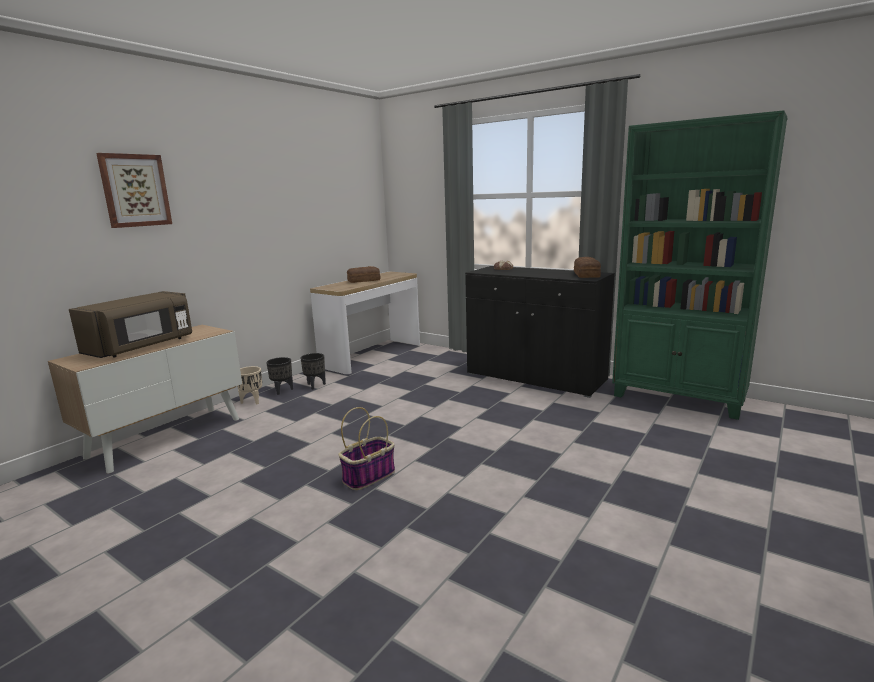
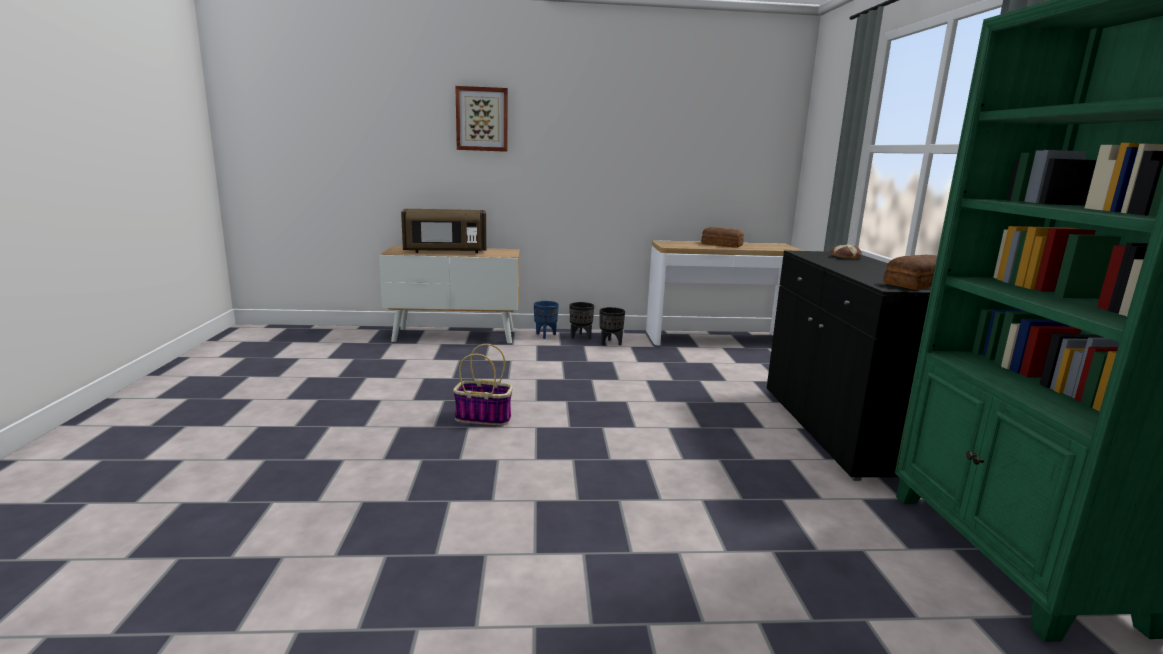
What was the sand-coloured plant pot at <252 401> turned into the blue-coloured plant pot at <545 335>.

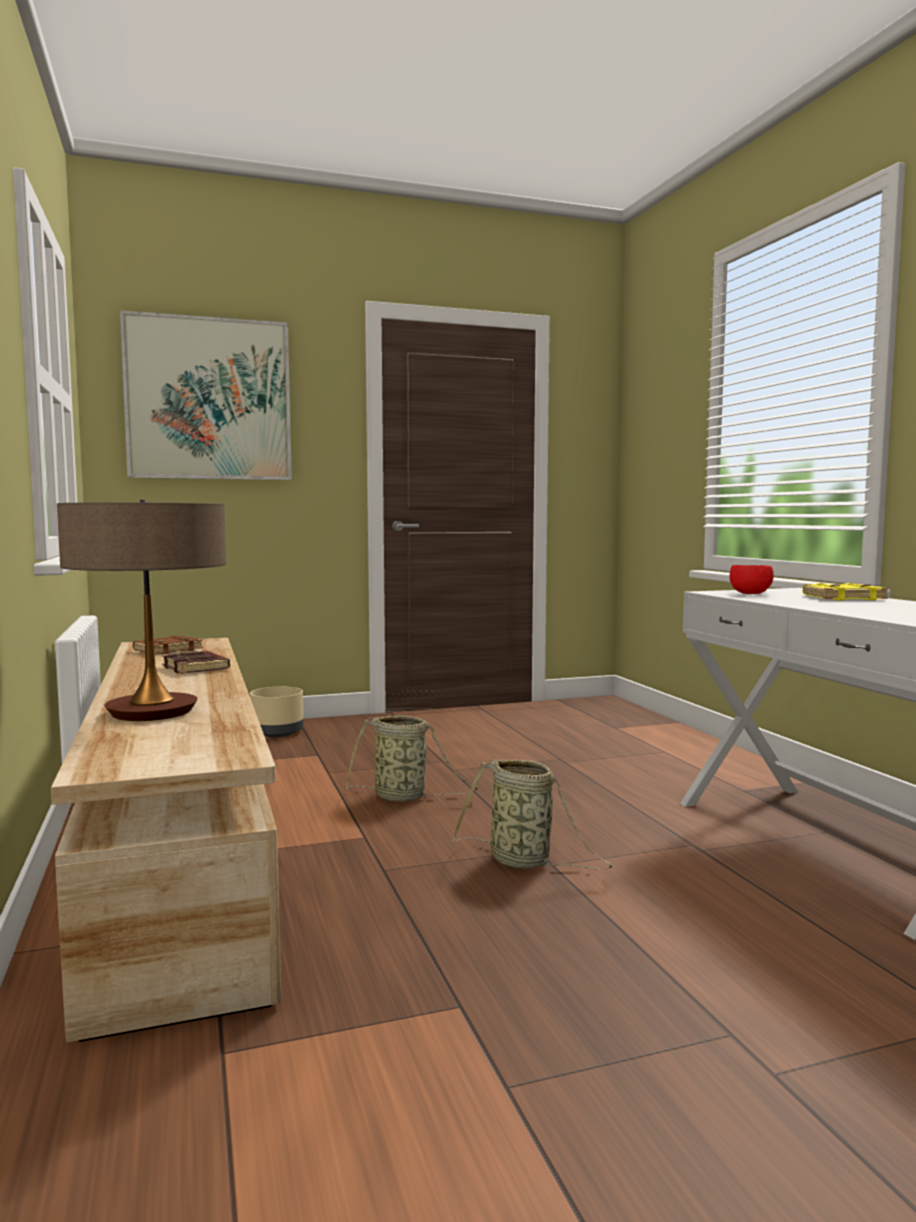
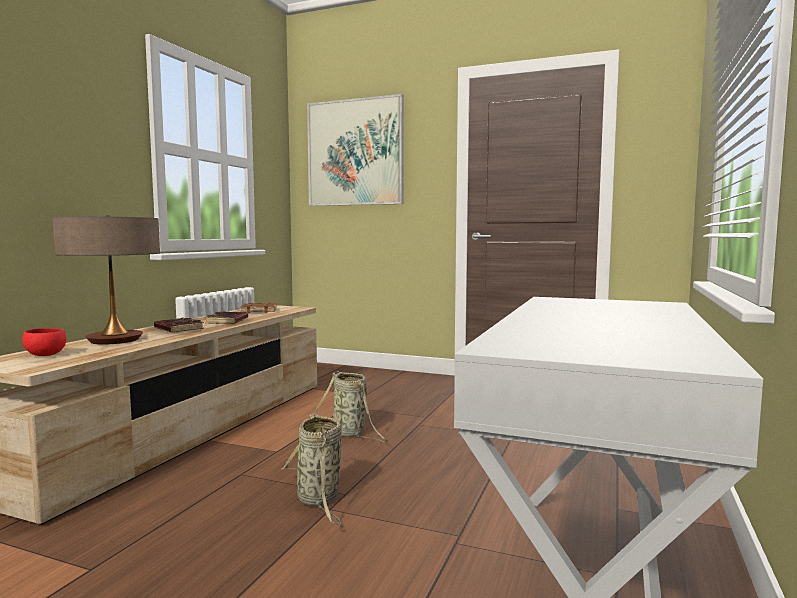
The red bowl ended up elsewhere, having gone from <750 593> to <47 355>.
The second view gained the brownish volume at <178 329>.
The second view lost the sand-coloured plant pot at <278 733>.
The second view lost the yellowish volume at <843 598>.

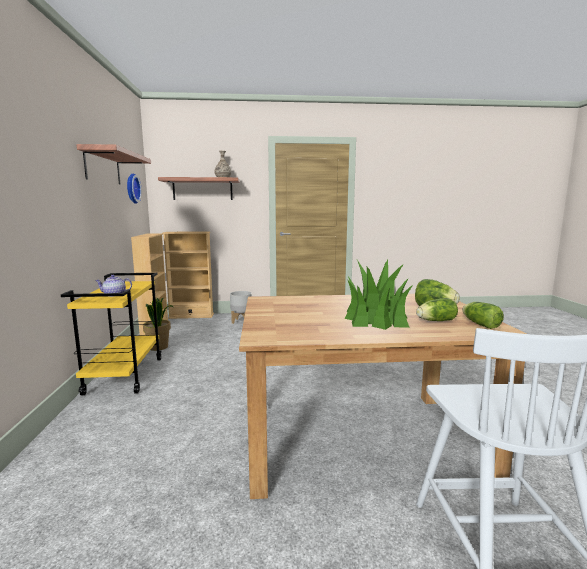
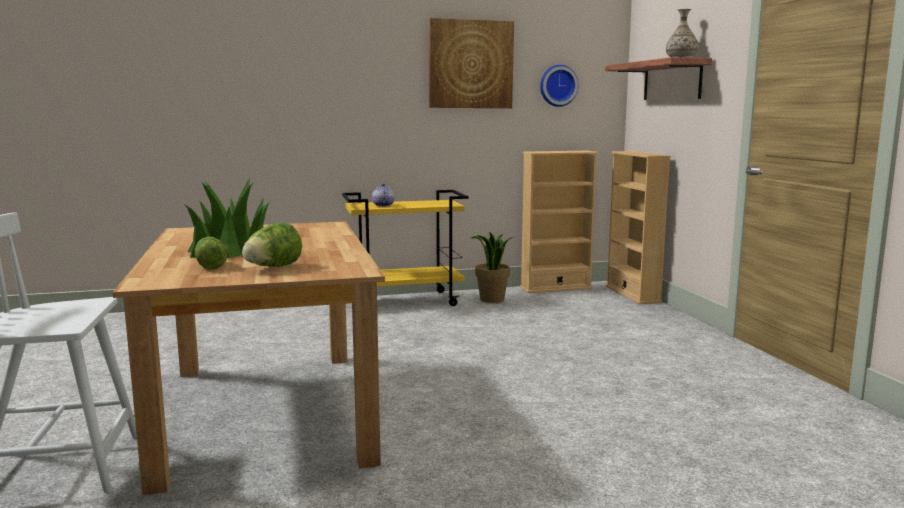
Where the shelf hung at <103 167>, the wall art came to hang at <470 64>.
The second view lost the greyish plant pot at <241 321>.
The second view lost the head of lettuce at <479 324>.

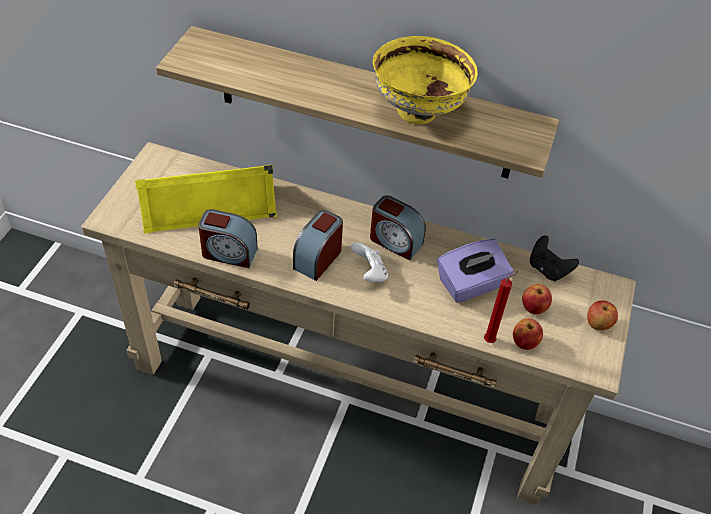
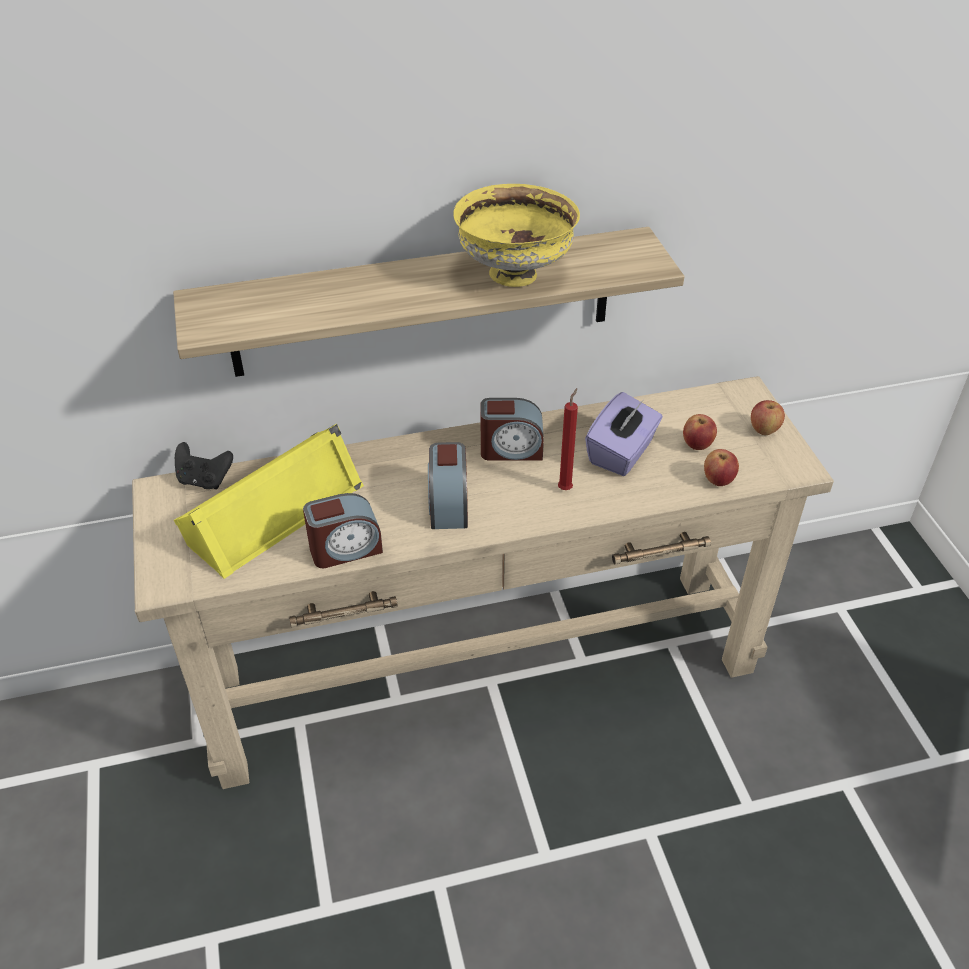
The black-coloured gamepad ended up elsewhere, having gone from <547 269> to <204 480>.
The red candle ended up elsewhere, having gone from <491 340> to <566 488>.
The second view lost the whitish gamepad at <369 273>.

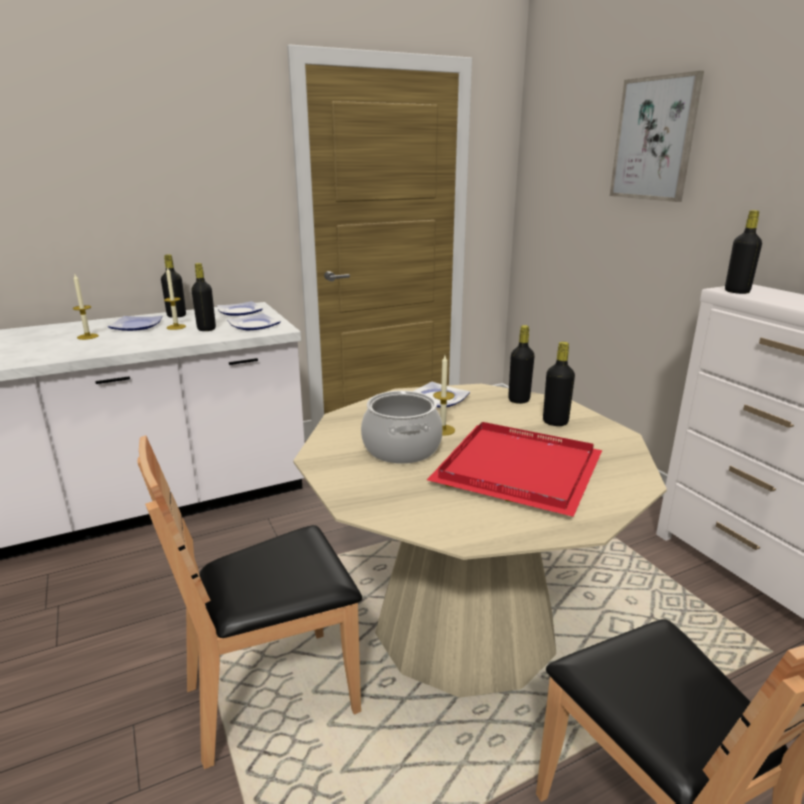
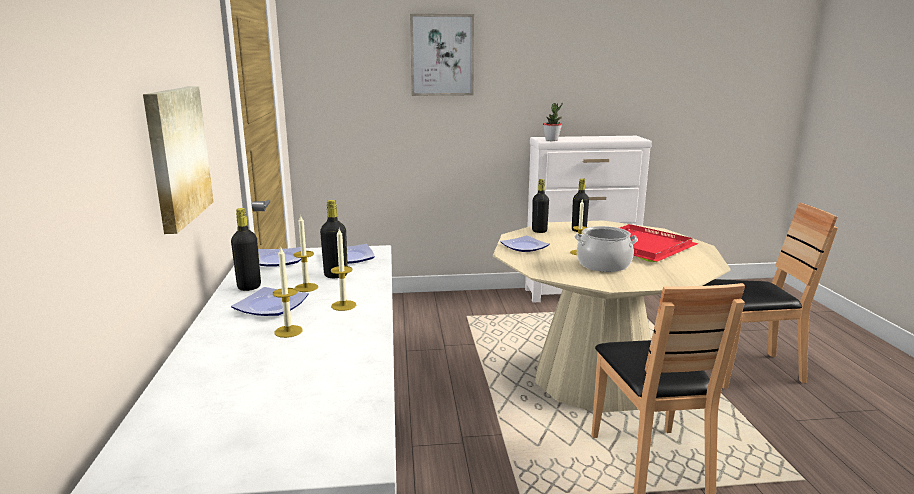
The second view gained the wall art at <176 155>.
The second view gained the candle at <343 305>.
Where the black-coloured beverage bottle stood at <737 291>, the plant in a pot came to stand at <551 140>.

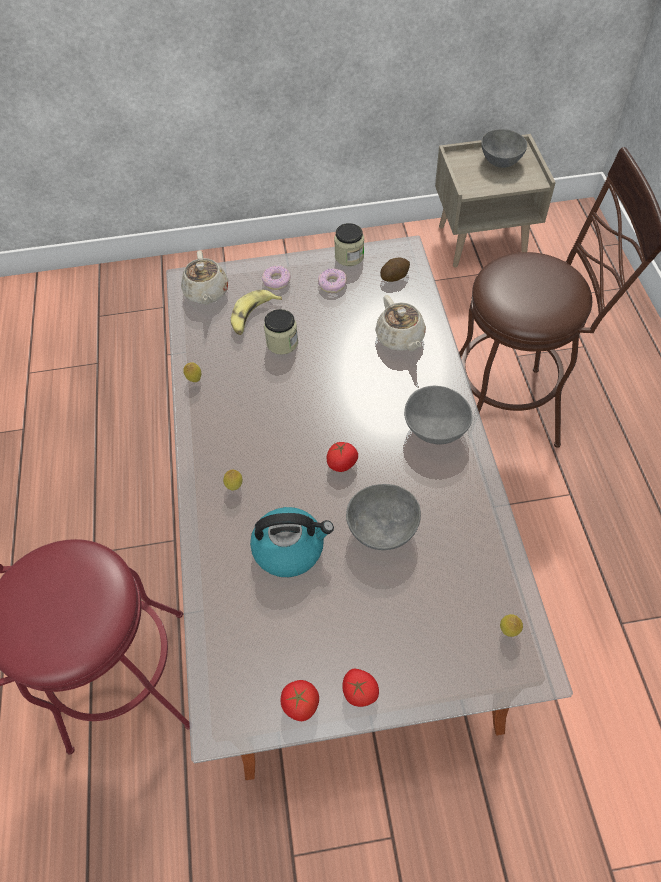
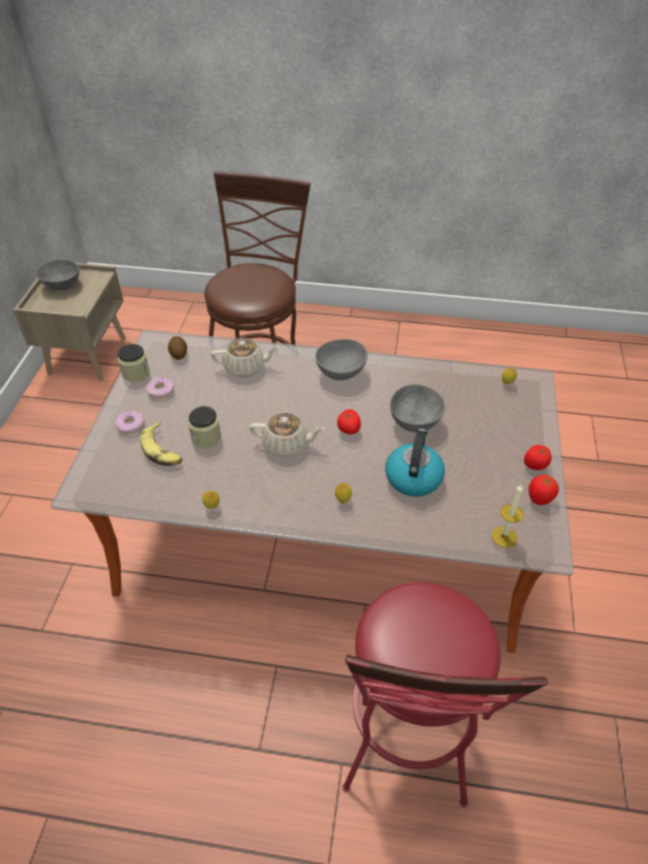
The sand-coloured pot for tea ended up elsewhere, having gone from <206 293> to <286 444>.
The second view gained the candle at <504 537>.

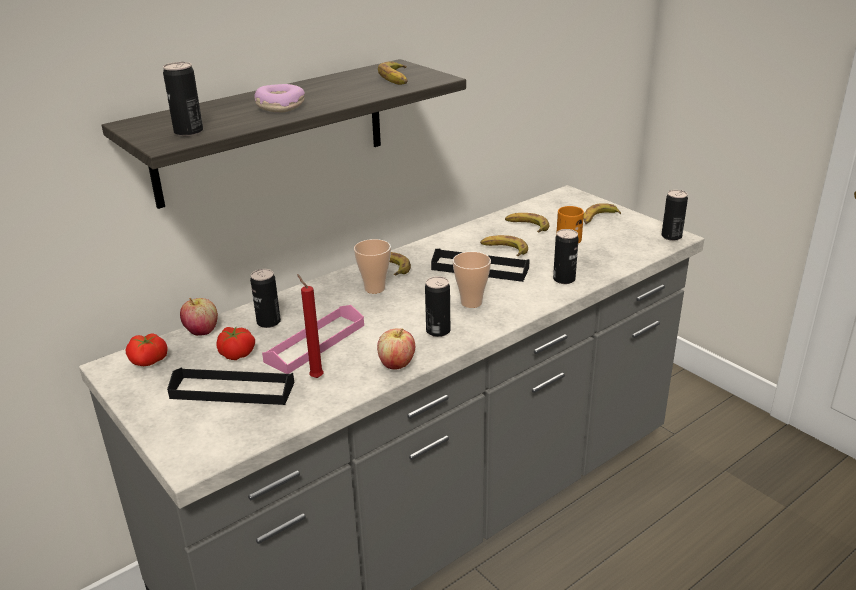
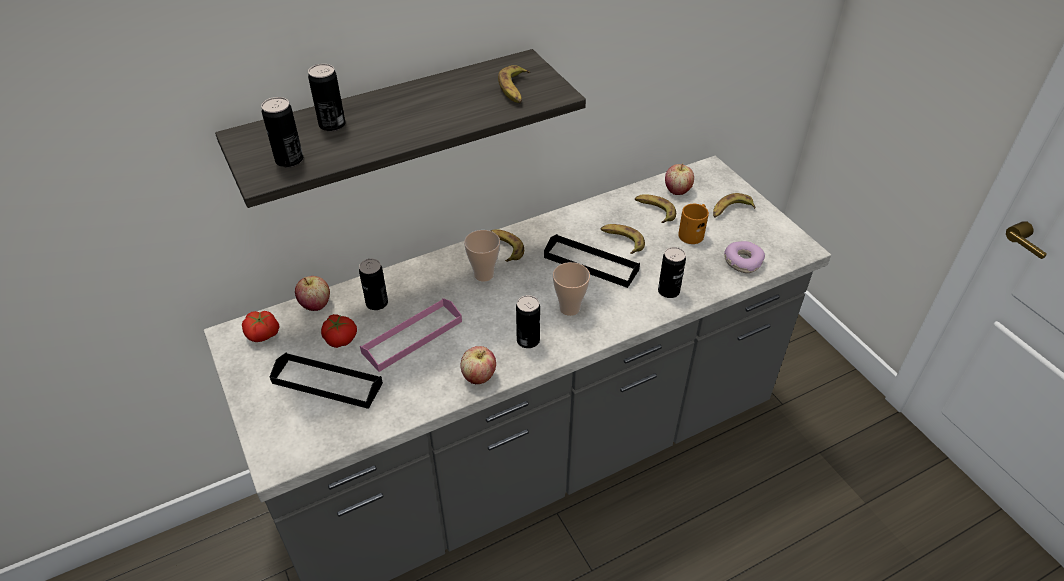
The sealed can ended up elsewhere, having gone from <671 236> to <332 125>.
The second view gained the apple fruit at <677 190>.
The donut ended up elsewhere, having gone from <280 106> to <742 261>.
The second view lost the red candle at <315 377>.

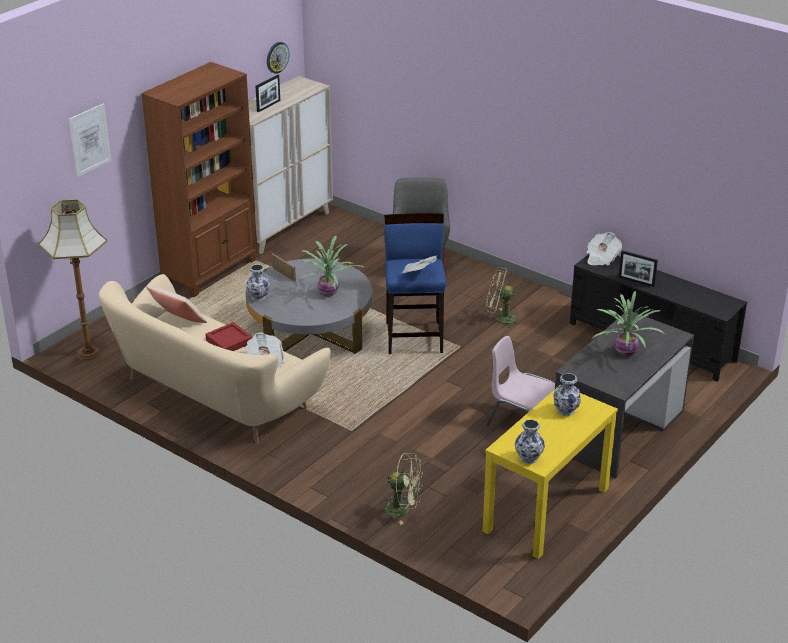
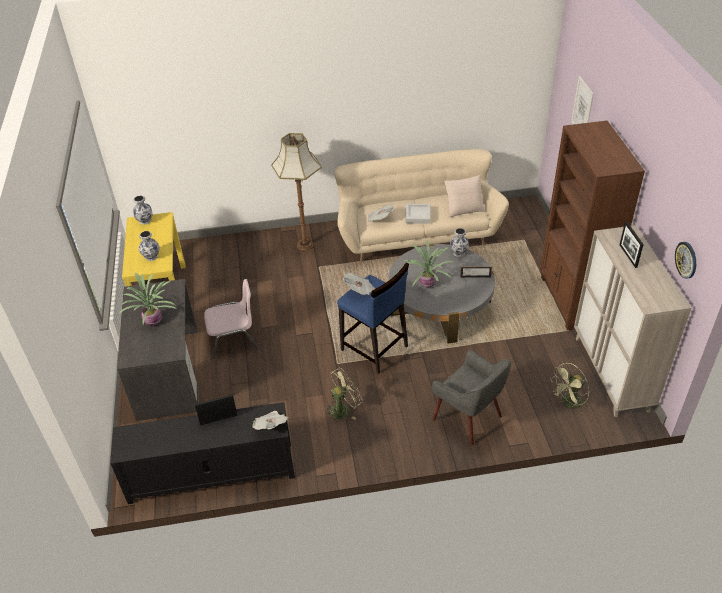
The standing lamp ended up elsewhere, having gone from <89 354> to <304 245>.
What was the red serving tray at <229 341> turned into the greyish serving tray at <417 216>.
The greenish cooling fan ended up elsewhere, having gone from <403 509> to <569 404>.

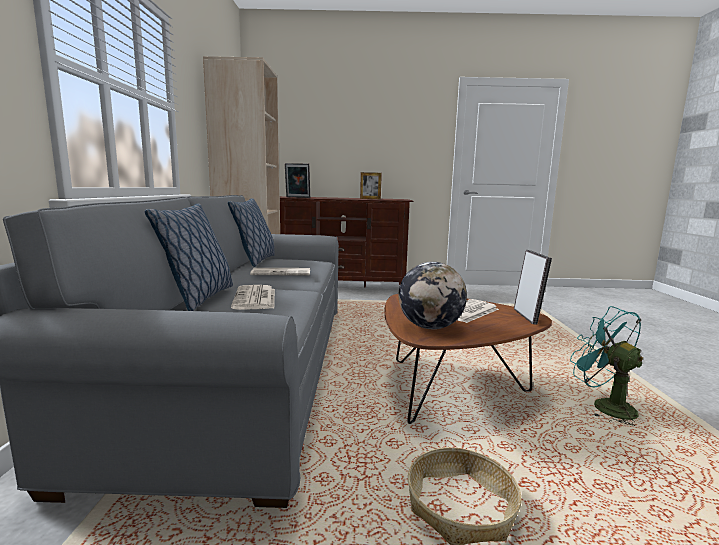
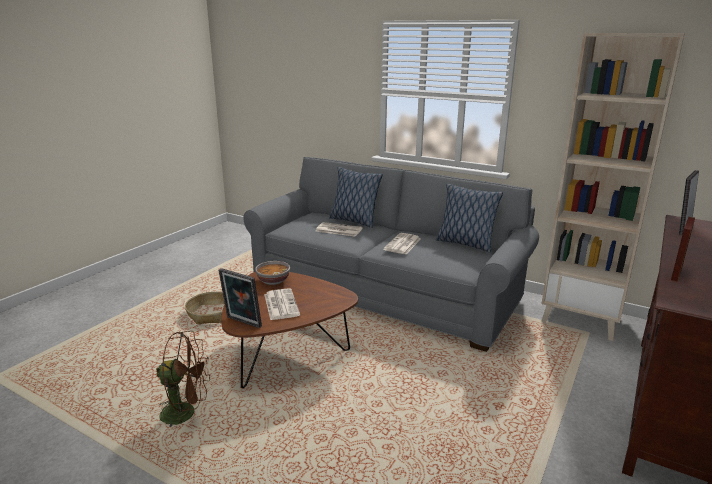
What was the turquoise-coloured cooling fan at <604 406> turned into the brownish cooling fan at <186 413>.
Where the globe stood at <430 327>, the bowl came to stand at <273 281>.

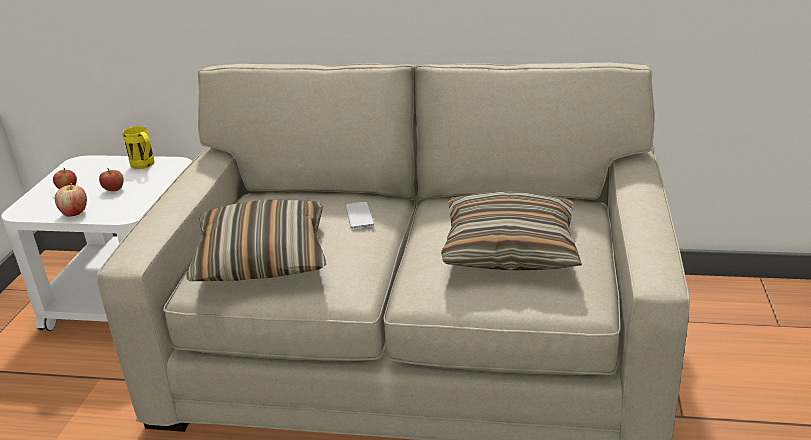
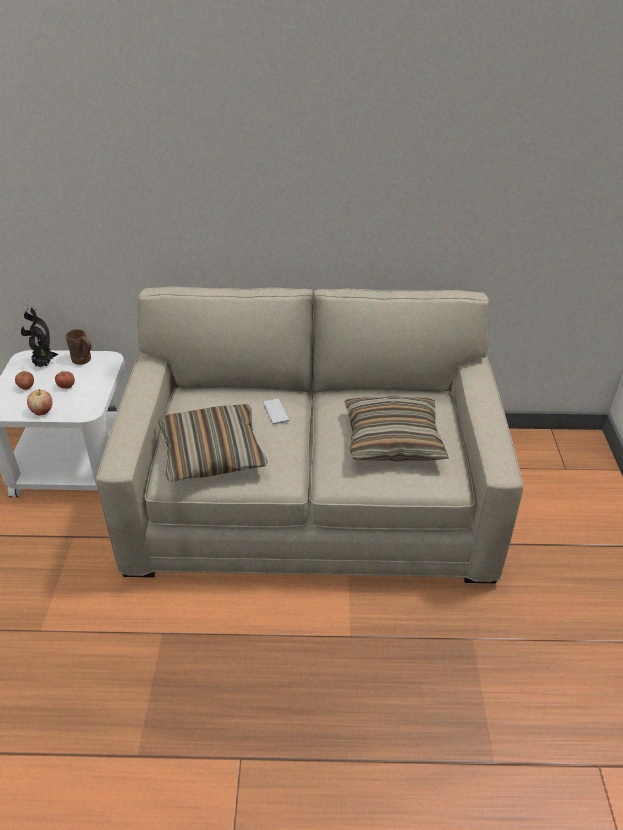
The second view gained the plant in a pot at <44 365>.
What was the yellowish mug at <145 166> turned into the brownish mug at <84 361>.

